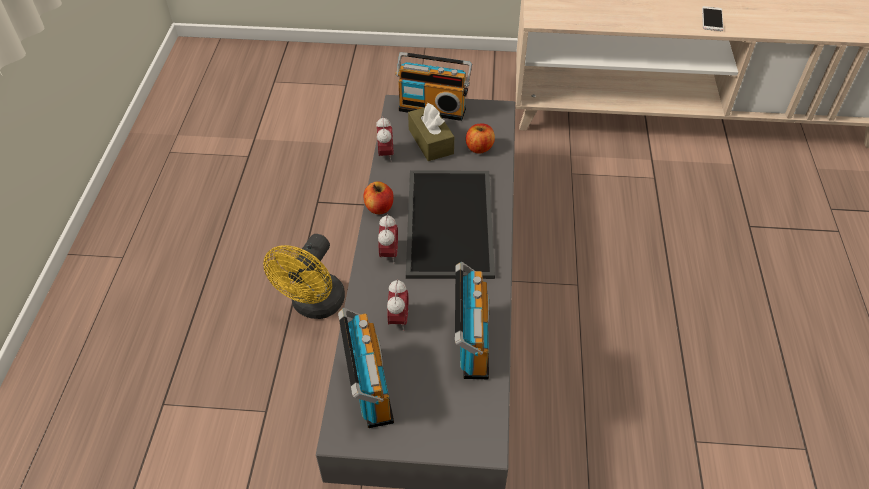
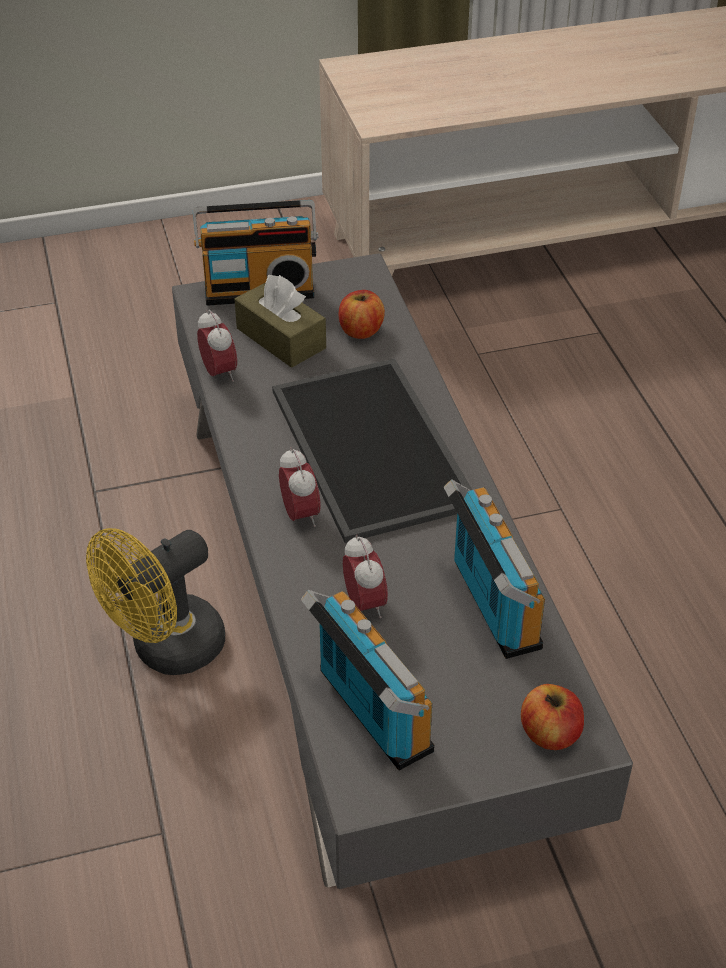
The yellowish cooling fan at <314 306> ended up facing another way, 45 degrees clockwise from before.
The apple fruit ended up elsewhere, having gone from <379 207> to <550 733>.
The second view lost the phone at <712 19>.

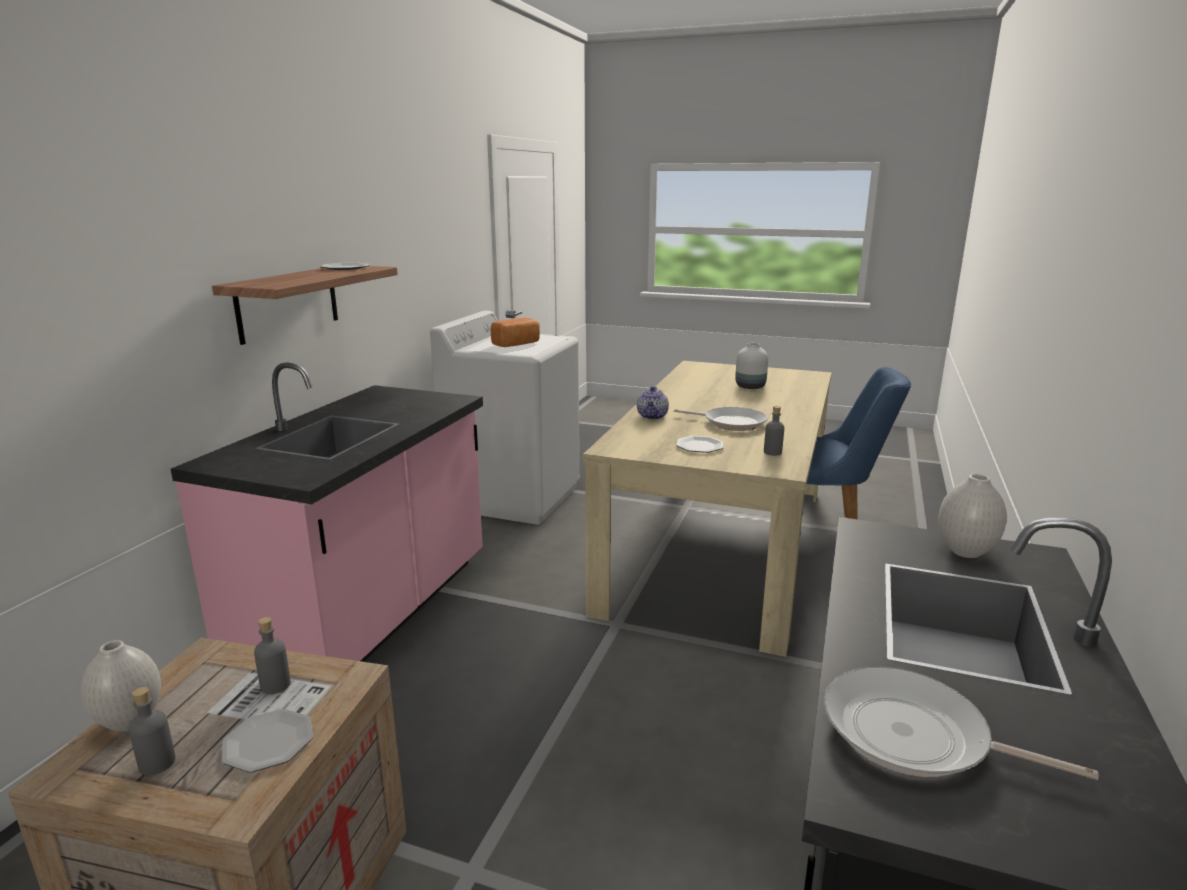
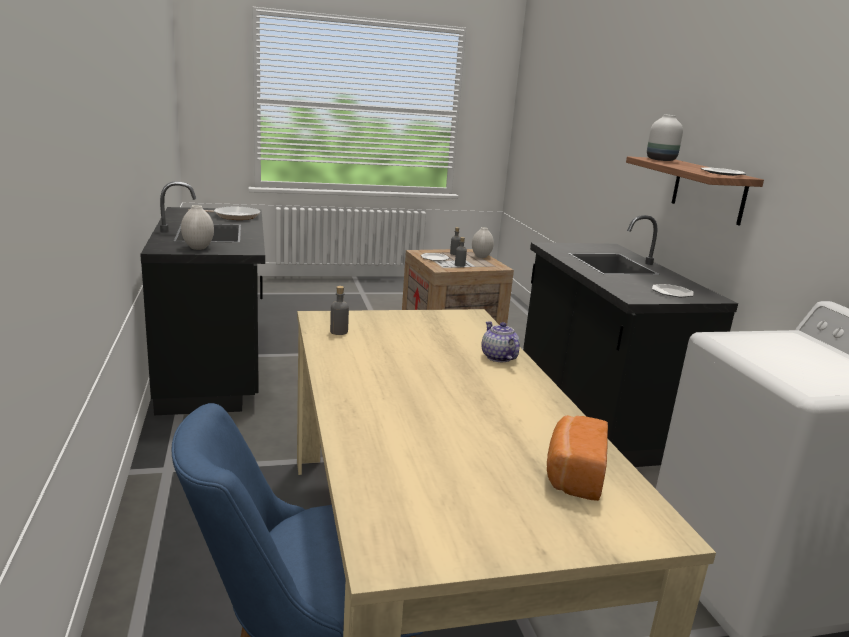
What was the pinkish kitchen counter at <370 617> turned into the black-coloured kitchen counter at <595 413>.
The bread ended up elsewhere, having gone from <517 344> to <572 475>.
The whitish decorative vase ended up elsewhere, having gone from <749 387> to <661 160>.
The plate ended up elsewhere, having gone from <700 446> to <671 292>.
The second view lost the pan at <731 423>.

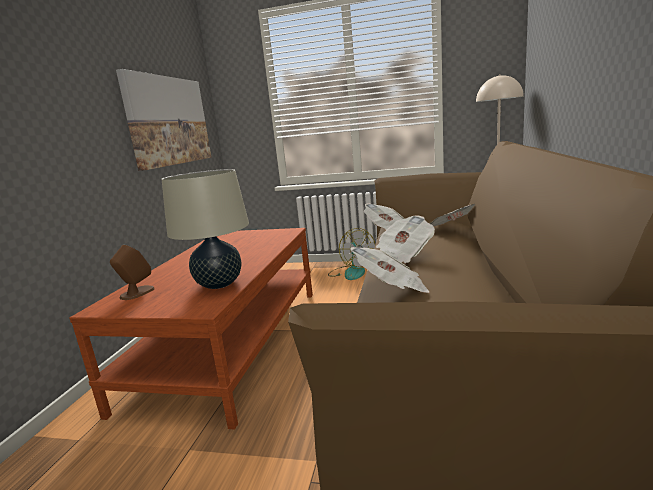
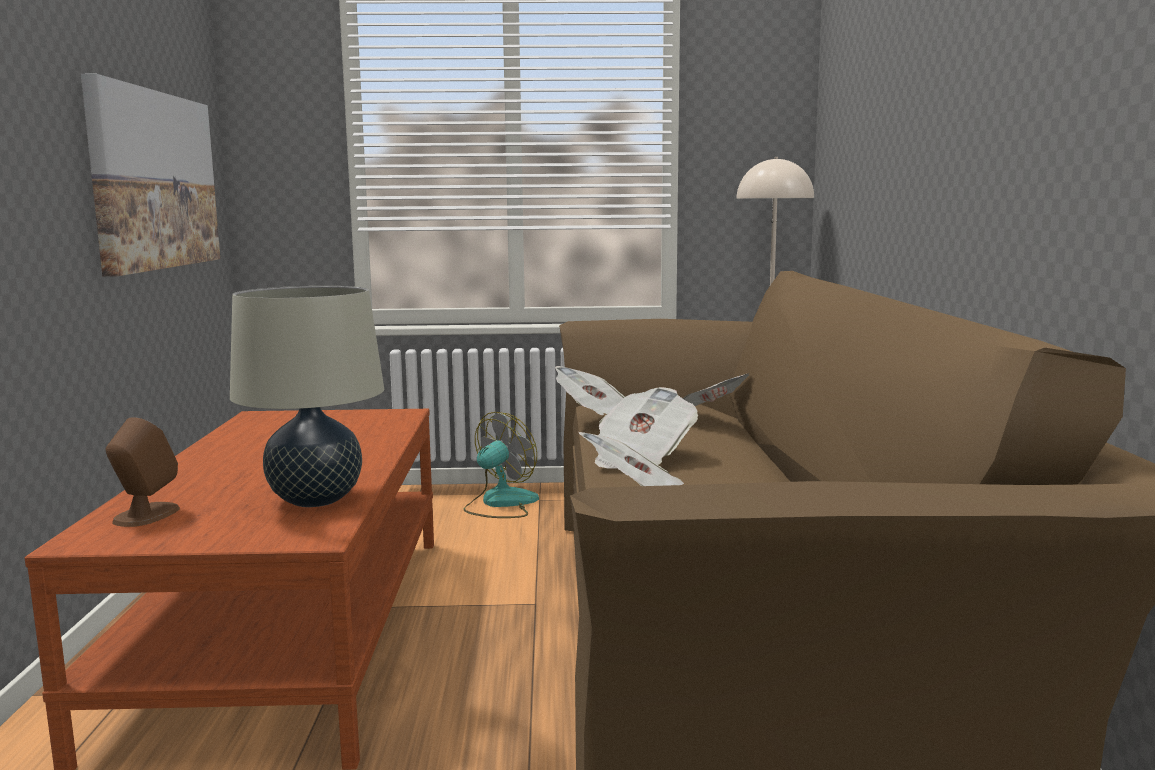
The cooling fan at <351 272> ended up facing another way, 105 degrees counterclockwise from before.

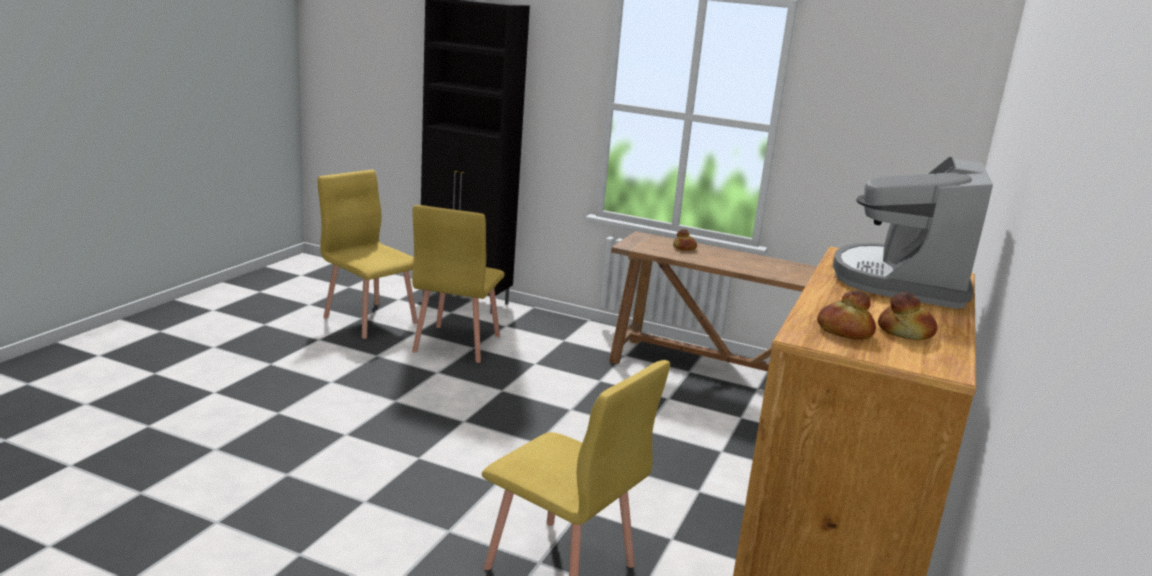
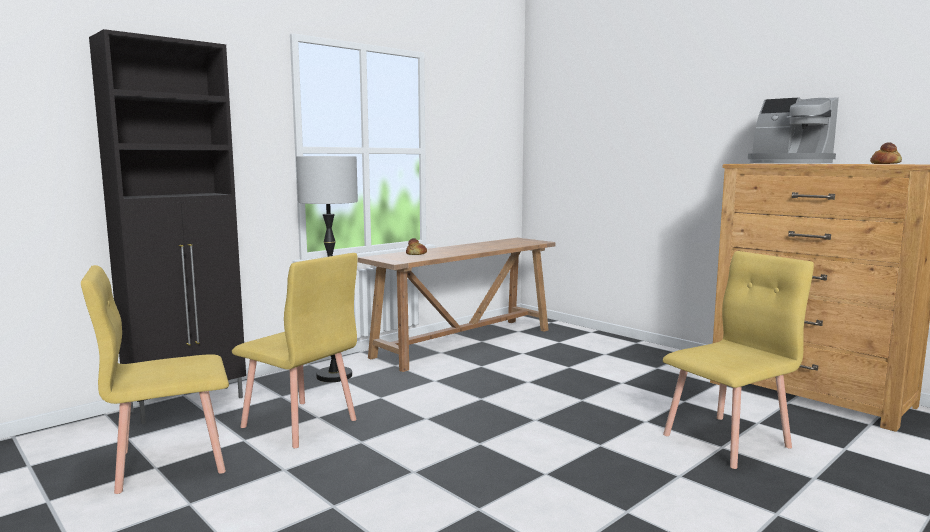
The second view gained the standing lamp at <334 376>.
The second view lost the bread at <844 331>.

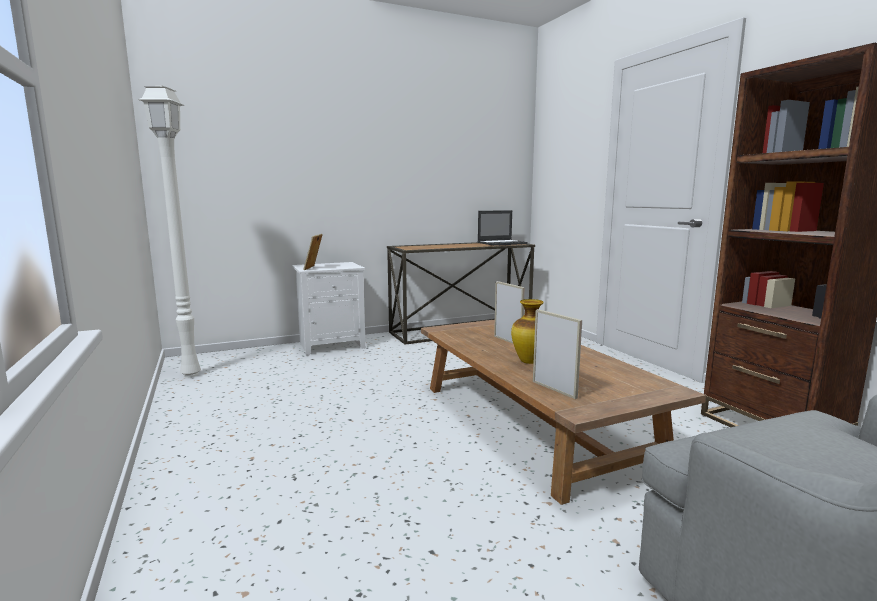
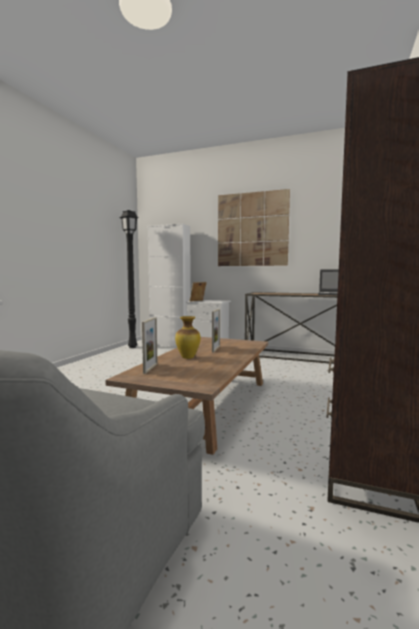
What was the whitish standing lamp at <189 375> turned into the black-coloured standing lamp at <131 347>.
The second view gained the whitish cupboard at <170 344>.
The second view gained the wall art at <252 229>.

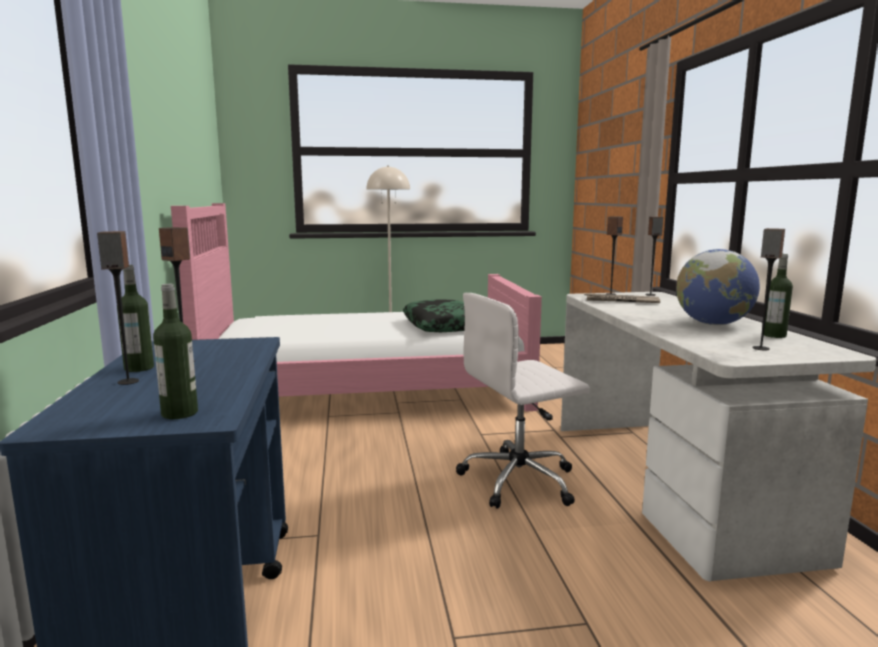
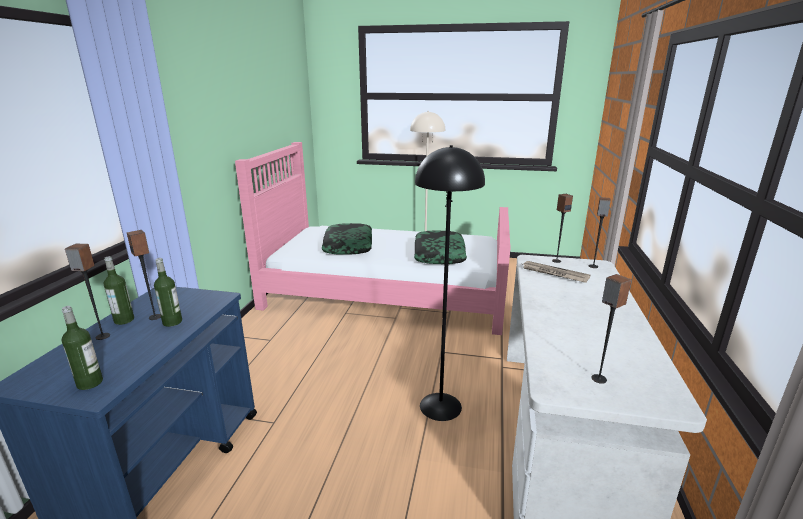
The beverage bottle ended up elsewhere, having gone from <774 335> to <172 322>.
The second view gained the cushion at <348 246>.
Where the whitish office chair stood at <520 480>, the black-coloured standing lamp came to stand at <440 406>.
The second view lost the globe at <713 324>.

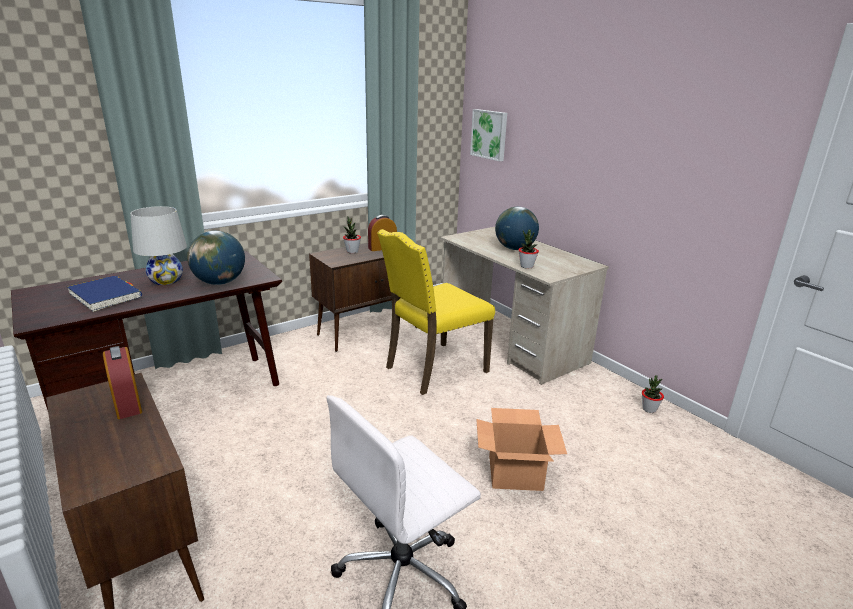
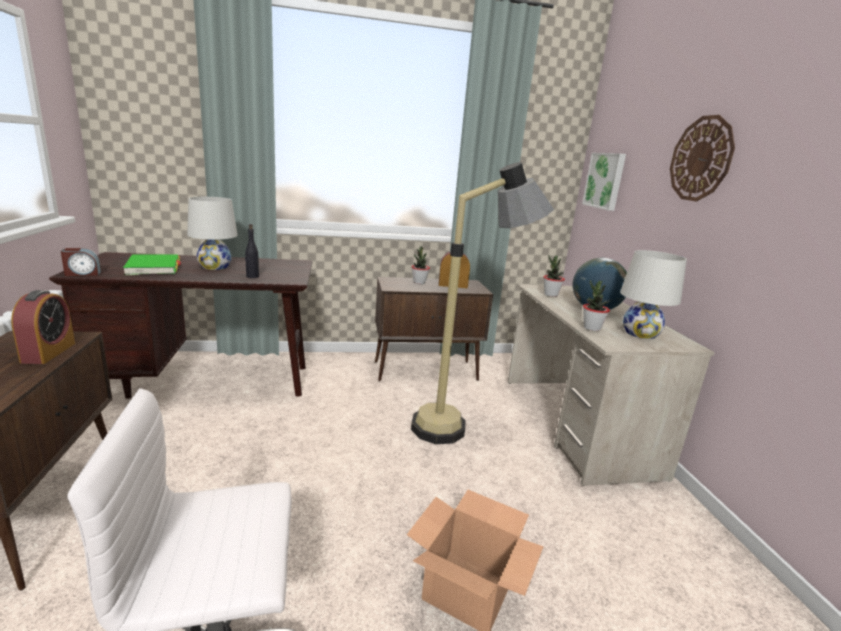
The second view gained the bedside clock at <82 274>.
What was the blue-coloured volume at <105 296> turned into the greenish volume at <153 267>.
Where the globe stood at <220 282>, the black-coloured beverage bottle came to stand at <252 276>.
Where the yellowish plain chair stood at <433 369>, the standing lamp came to stand at <463 427>.
The plant in a pot ended up elsewhere, having gone from <649 409> to <550 295>.
The second view gained the whitish lamp for a table at <640 333>.
The second view gained the wall clock at <701 159>.

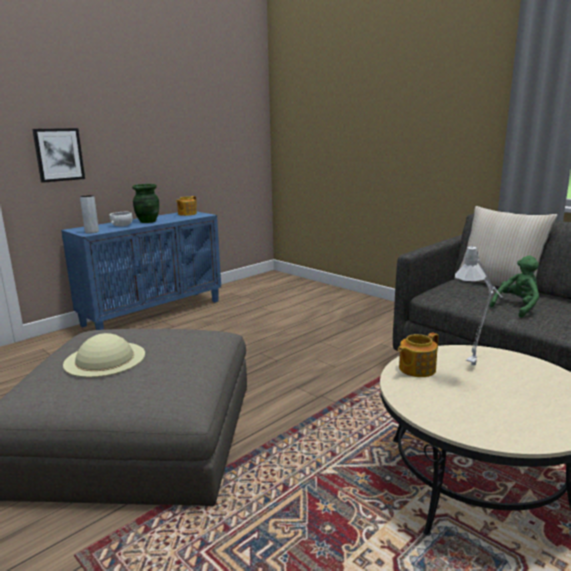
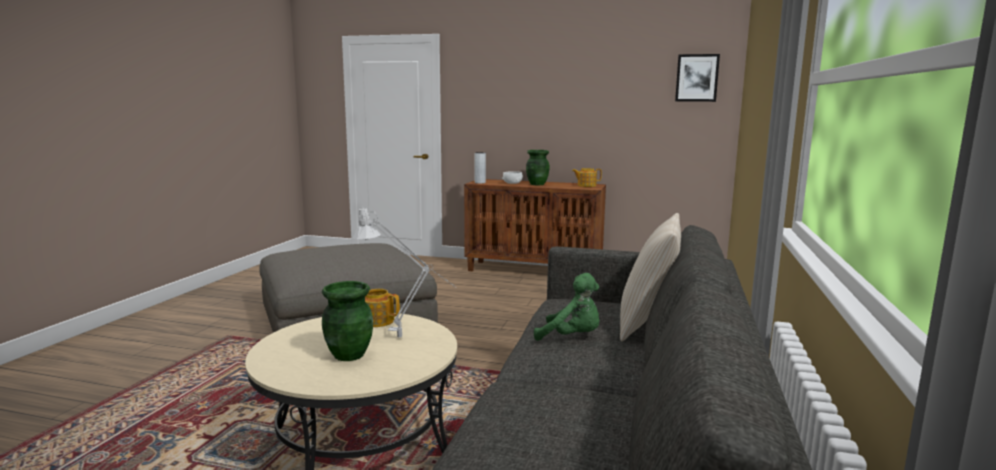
The second view gained the greenish decorative vase at <349 355>.
What was the blue-coloured cupboard at <153 312> turned into the brownish cupboard at <534 271>.
The wall art ended up elsewhere, having gone from <59 154> to <697 78>.
The second view lost the sand-coloured hat at <105 359>.

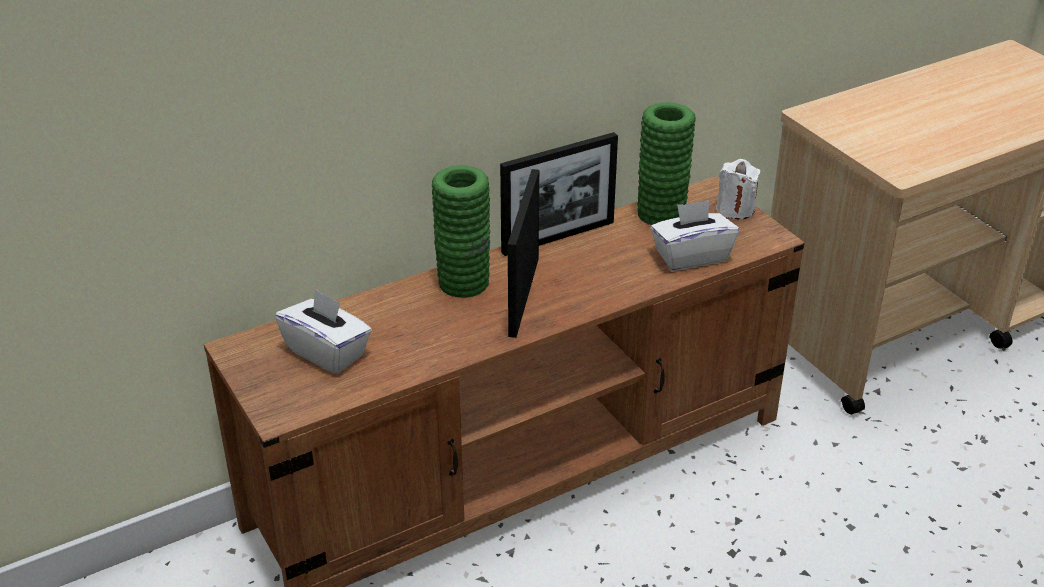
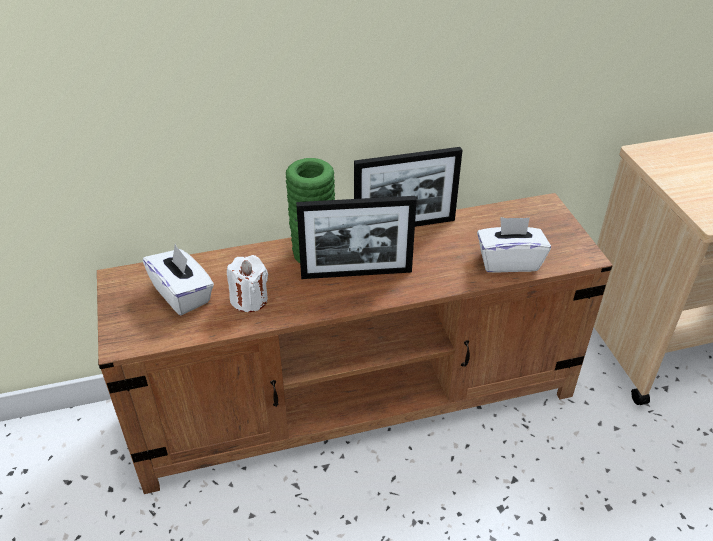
The whitish candle ended up elsewhere, having gone from <735 209> to <249 300>.
The standing frame at <524 296> ended up facing another way, 120 degrees counterclockwise from before.
The second view lost the greenish decorative vase at <661 213>.

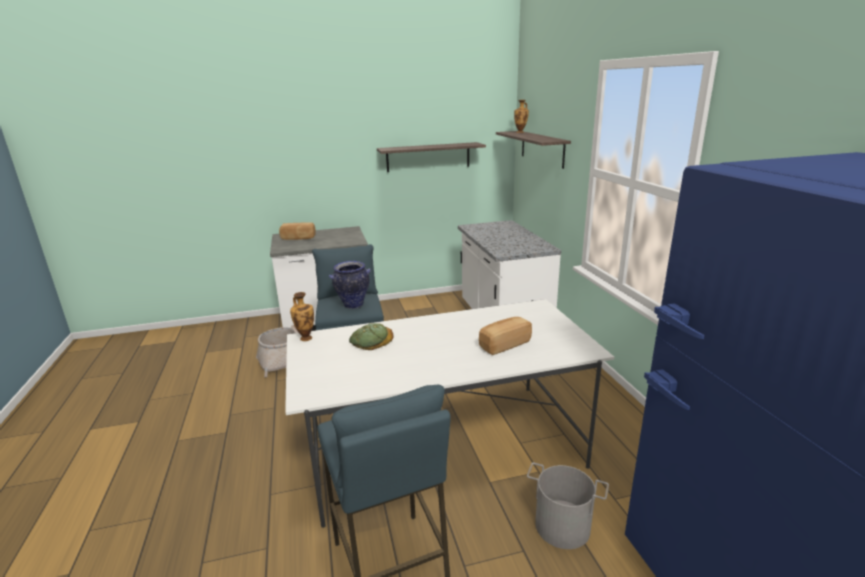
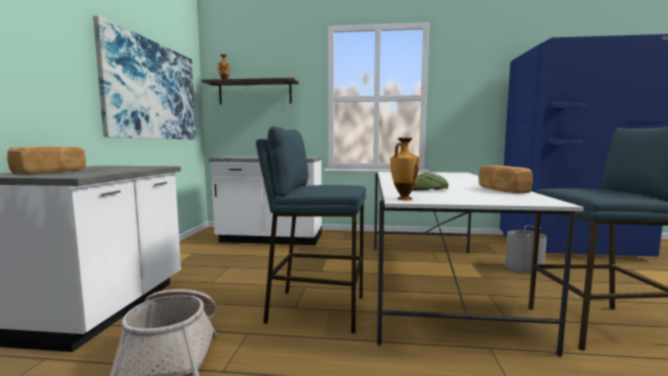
Where the shelf hung at <428 157>, the wall art came to hang at <153 91>.
The bread ended up elsewhere, having gone from <504 344> to <501 190>.
The second view lost the decorative vase at <353 305>.

